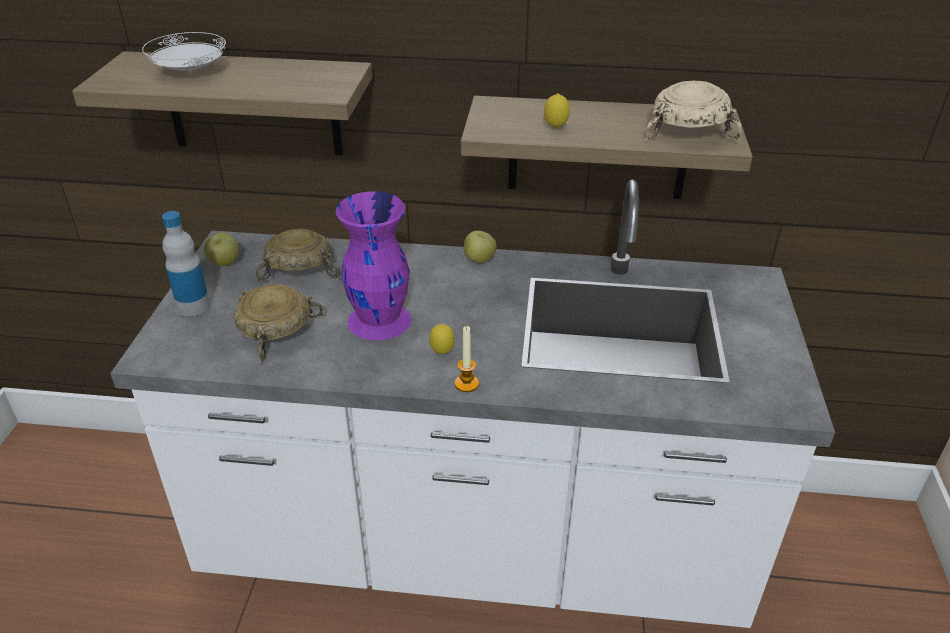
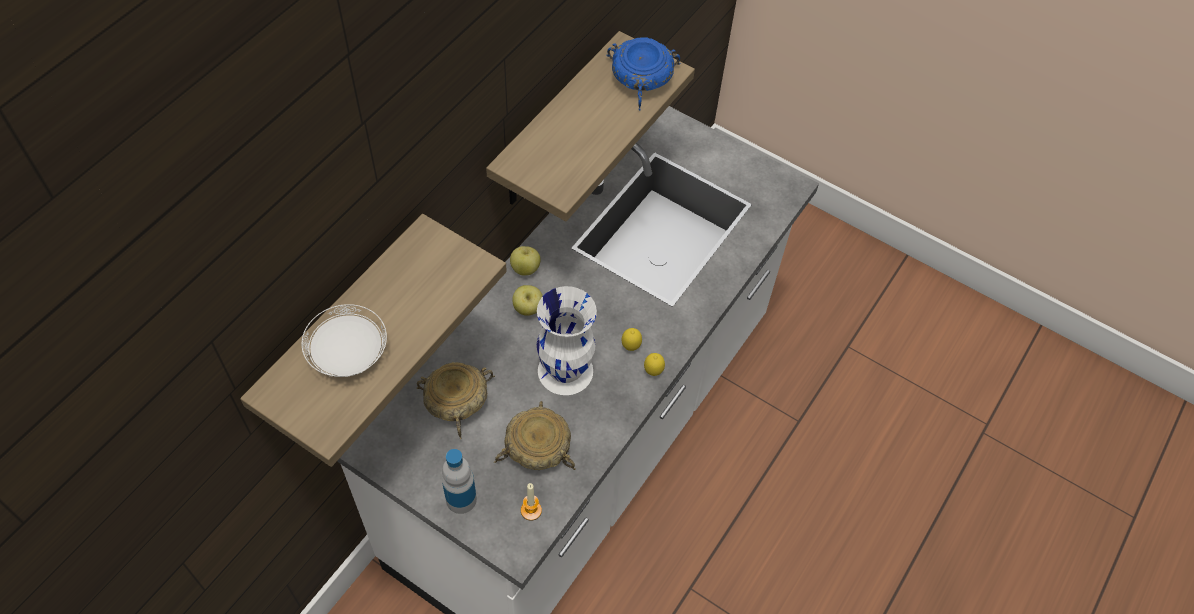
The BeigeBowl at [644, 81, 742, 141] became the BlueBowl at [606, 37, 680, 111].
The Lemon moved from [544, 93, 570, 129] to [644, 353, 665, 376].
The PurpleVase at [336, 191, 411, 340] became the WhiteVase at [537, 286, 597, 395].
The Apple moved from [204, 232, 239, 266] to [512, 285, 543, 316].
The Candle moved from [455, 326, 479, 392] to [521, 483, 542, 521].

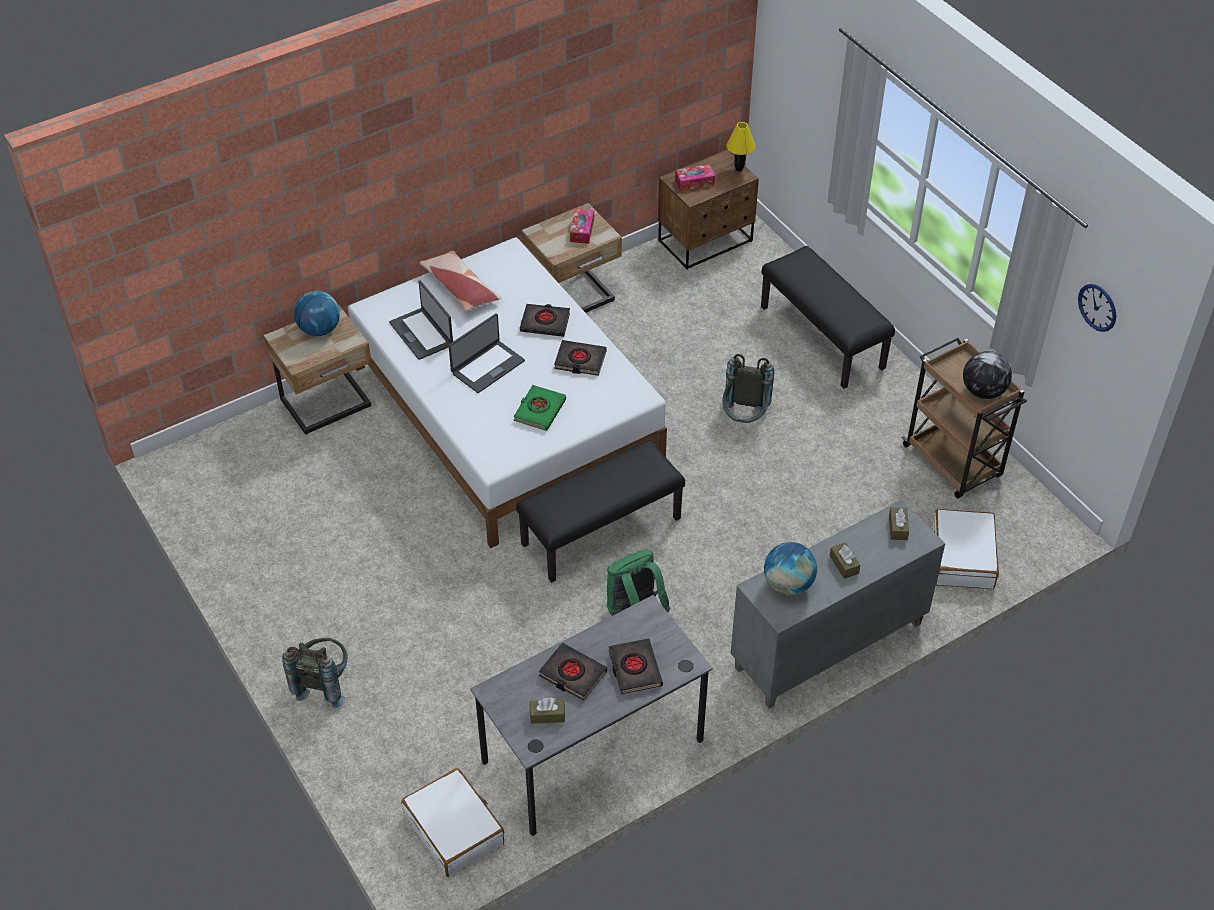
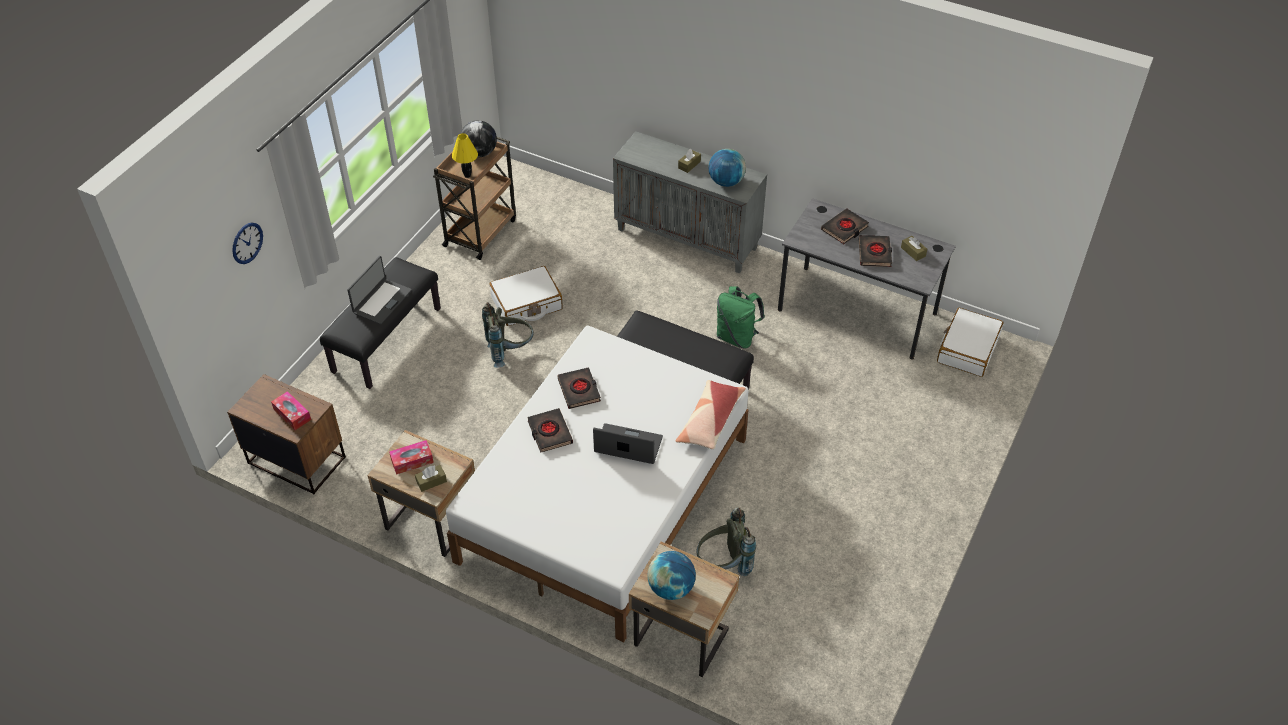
The YellowTableLamp moved from [726, 122, 755, 172] to [452, 133, 478, 178].
The Pillow moved from [419, 251, 502, 311] to [676, 380, 746, 449].
The Laptop moved from [389, 280, 453, 360] to [347, 256, 412, 325].
The WallClock moved from [1078, 284, 1116, 332] to [232, 222, 263, 264].
The GreenBook at [514, 385, 566, 431] disappeared.
The BrownTissueBox moved from [889, 507, 909, 540] to [415, 465, 447, 492].
The WhiteSuitcase moved from [933, 509, 999, 589] to [489, 266, 563, 326].
The GreyBackpack moved from [282, 638, 347, 708] to [696, 507, 756, 576].

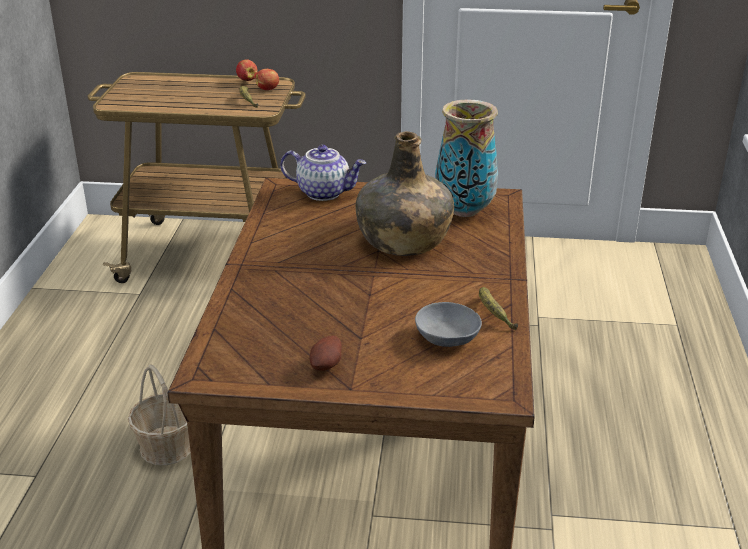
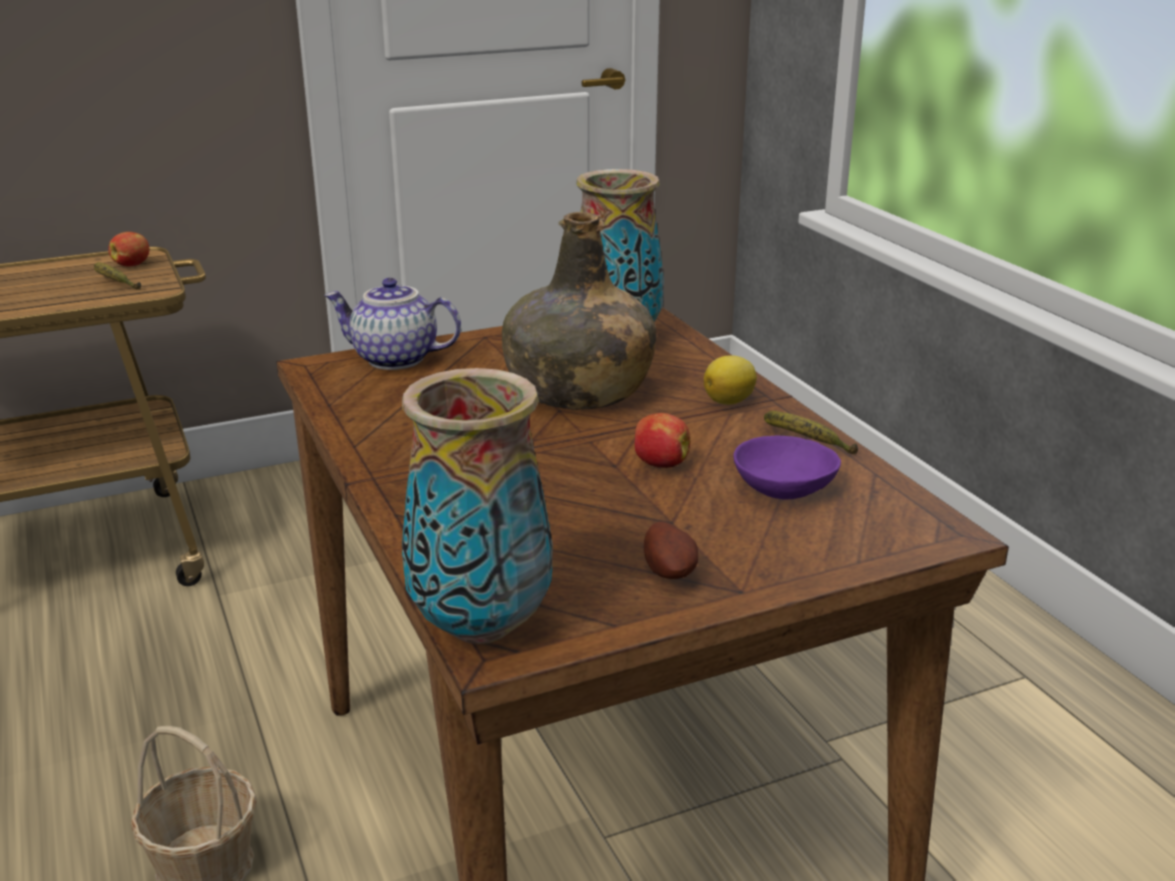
The Apple moved from [236, 59, 257, 81] to [635, 413, 690, 468].
The Teapot at [280, 145, 366, 201] turned 150 degrees counterclockwise.
The GreyBowl at [415, 302, 482, 347] became the PurpleBowl at [733, 436, 841, 500].
The Lemon at [704, 355, 757, 405] appeared.
The Vase at [402, 368, 553, 644] appeared.

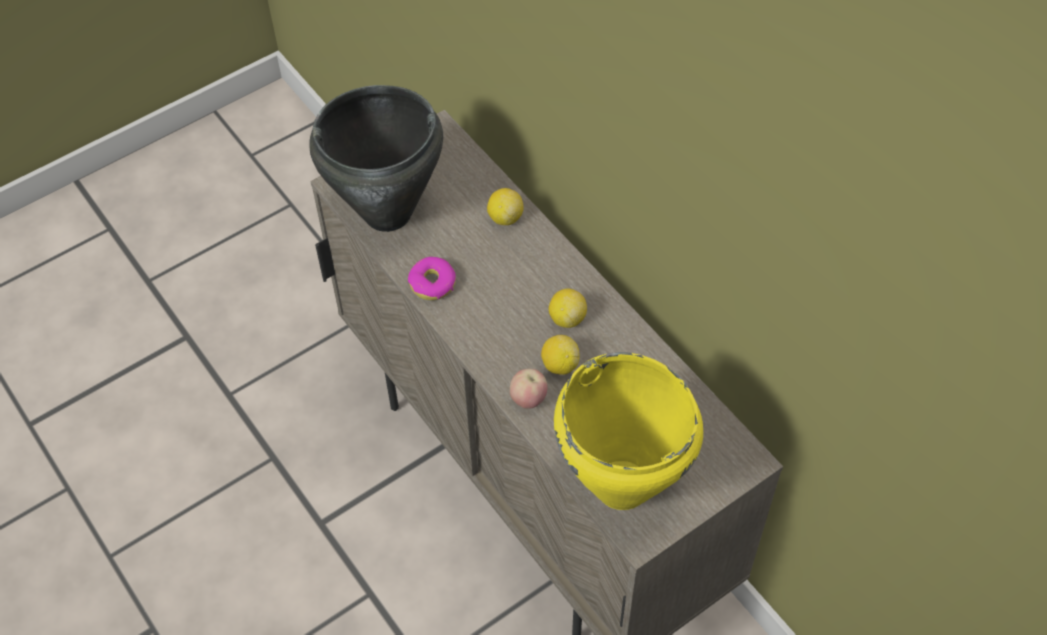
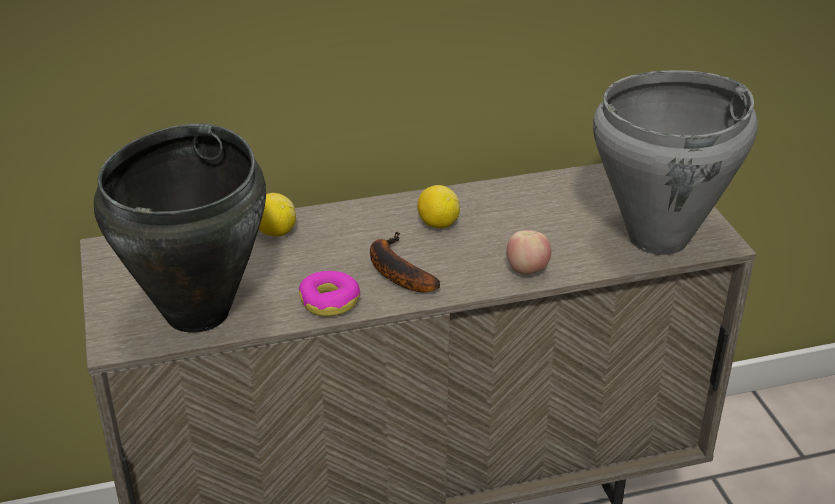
The Lemon at [541, 335, 580, 375] disappeared.
The YellowCookingPot at [554, 352, 703, 510] became the GreyCookingPot at [593, 70, 758, 255].
The Banana at [370, 231, 440, 292] appeared.

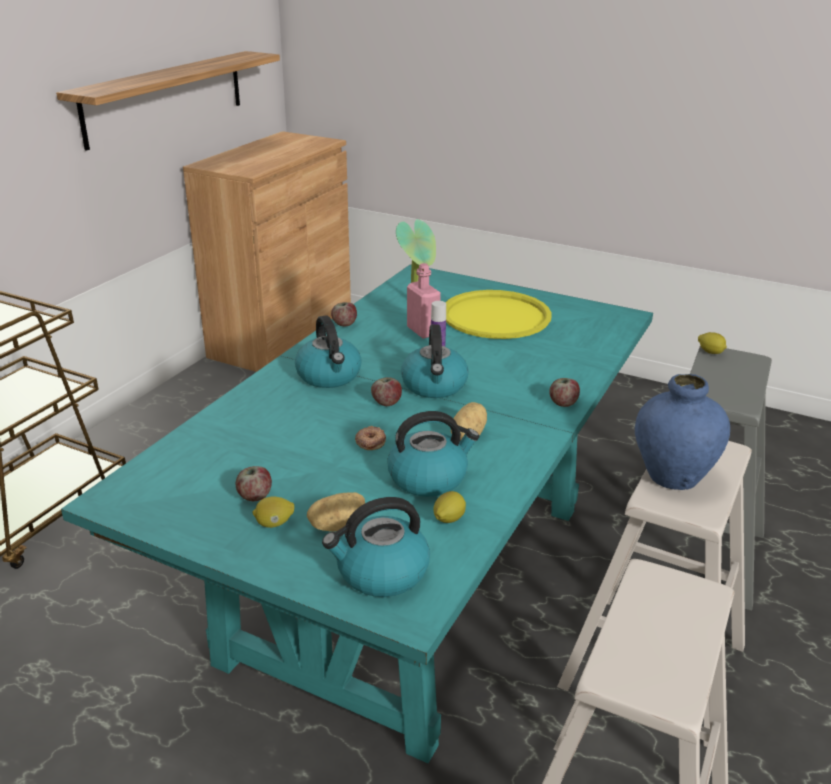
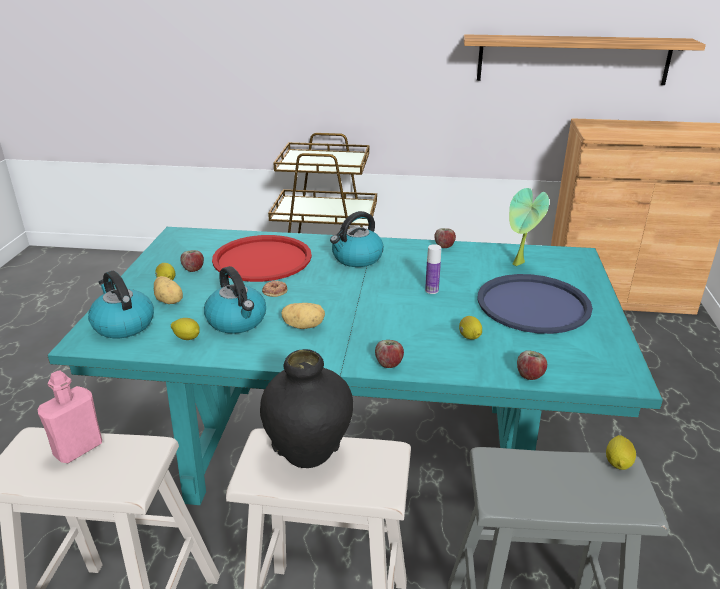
The PinkBottle moved from [407, 263, 441, 338] to [37, 370, 102, 463].
The YellowTray at [445, 290, 552, 339] became the BlueTray at [478, 274, 593, 334].
The Kettle at [401, 324, 468, 398] disappeared.
The BlueVase at [635, 374, 730, 490] became the BlackVase at [260, 349, 353, 468].
The Apple moved from [371, 377, 402, 406] to [517, 350, 547, 380].
The RedTray at [212, 235, 312, 282] appeared.
The Lemon at [459, 316, 482, 340] appeared.

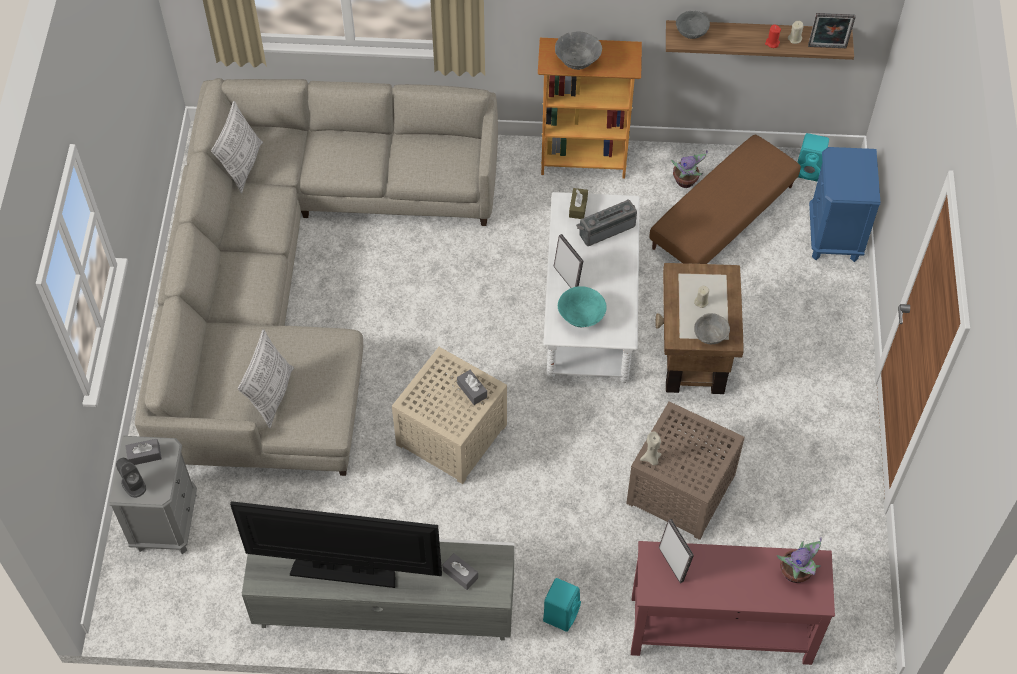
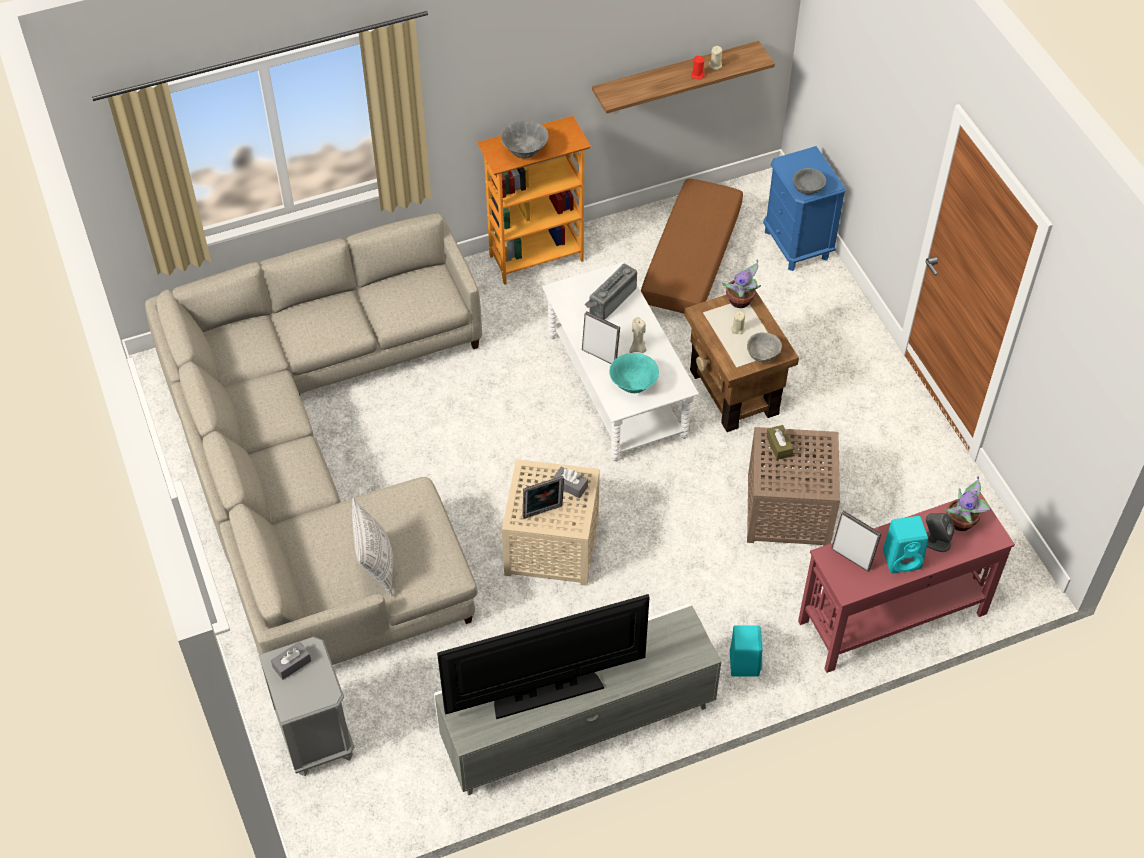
The GreyBowl moved from [676, 11, 710, 39] to [793, 168, 826, 195].
The PictureFrame moved from [808, 13, 856, 49] to [522, 476, 564, 519].
The Pillow at [211, 101, 263, 193] disappeared.
The TurquoiseSpeaker moved from [797, 133, 829, 182] to [883, 516, 928, 573].
The PottedPlant moved from [671, 150, 707, 188] to [722, 259, 761, 308].
The BrownTissueBox moved from [569, 188, 588, 219] to [766, 425, 793, 460].
The BeigeCandle moved from [640, 432, 661, 465] to [629, 317, 646, 353].
The GreySpeaker moved from [116, 458, 146, 498] to [926, 513, 955, 552].
The GreyTissueBox at [442, 553, 478, 590] disappeared.

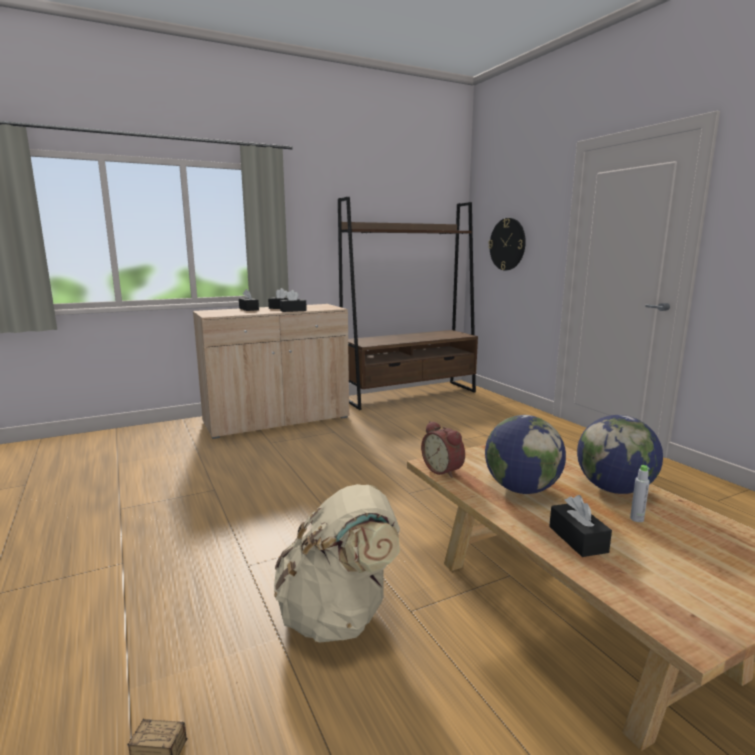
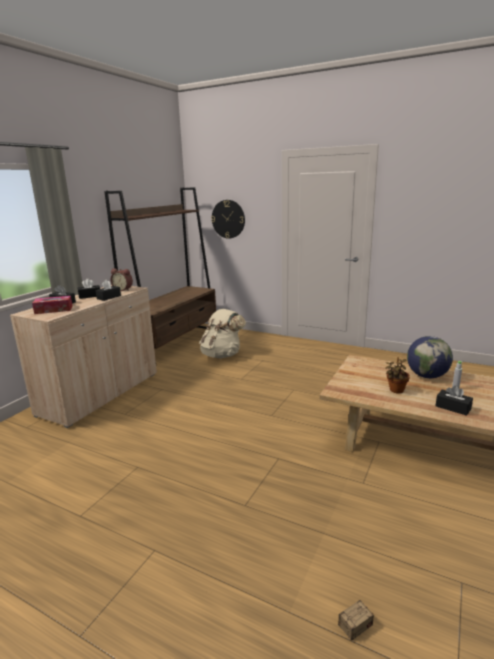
The Globe at [485, 415, 566, 494] was replaced by the PottedPlant at [385, 357, 410, 393].
The AlarmClock moved from [421, 421, 465, 478] to [110, 268, 133, 291].
The BeigeBackpack moved from [274, 484, 400, 643] to [199, 309, 246, 358].
The TissueBox at [32, 296, 73, 314] appeared.

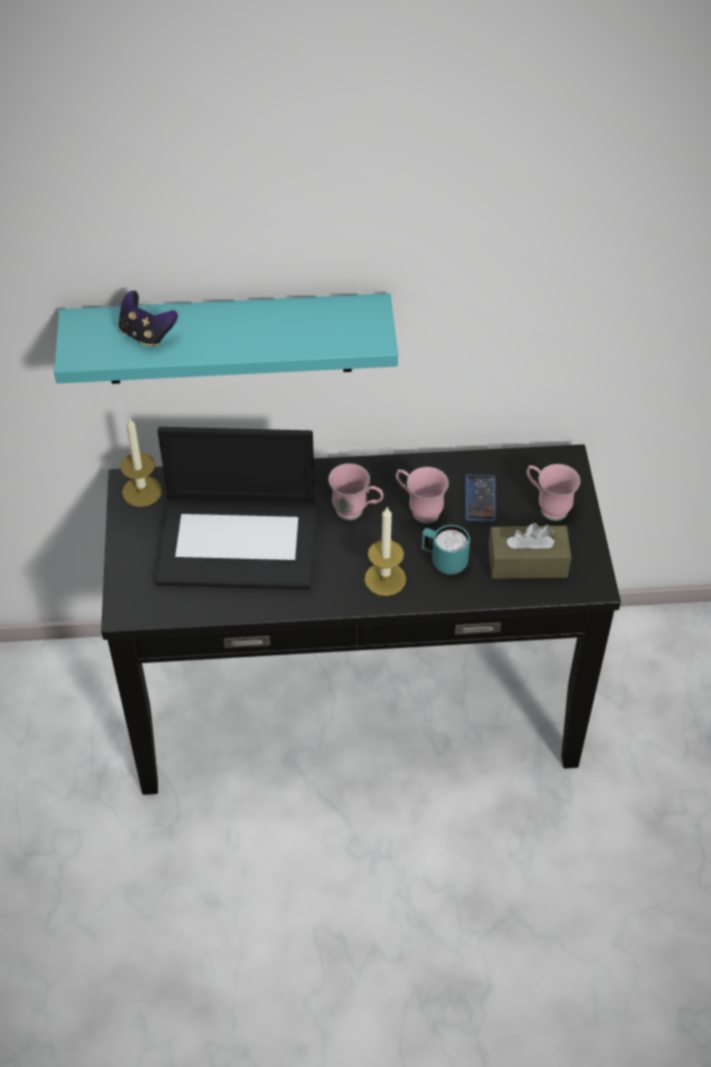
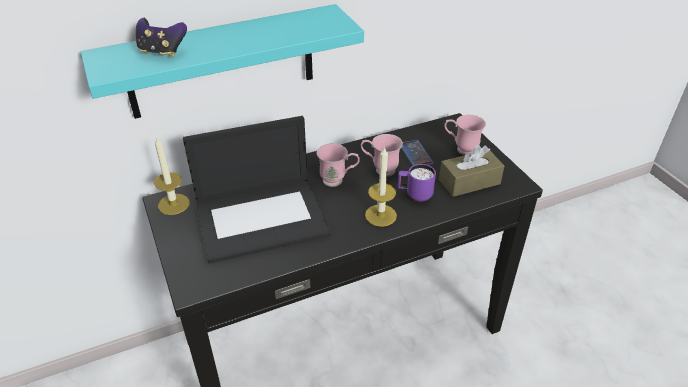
The TurquoiseMug at [422, 525, 470, 575] became the PurpleMug at [398, 164, 436, 202].

